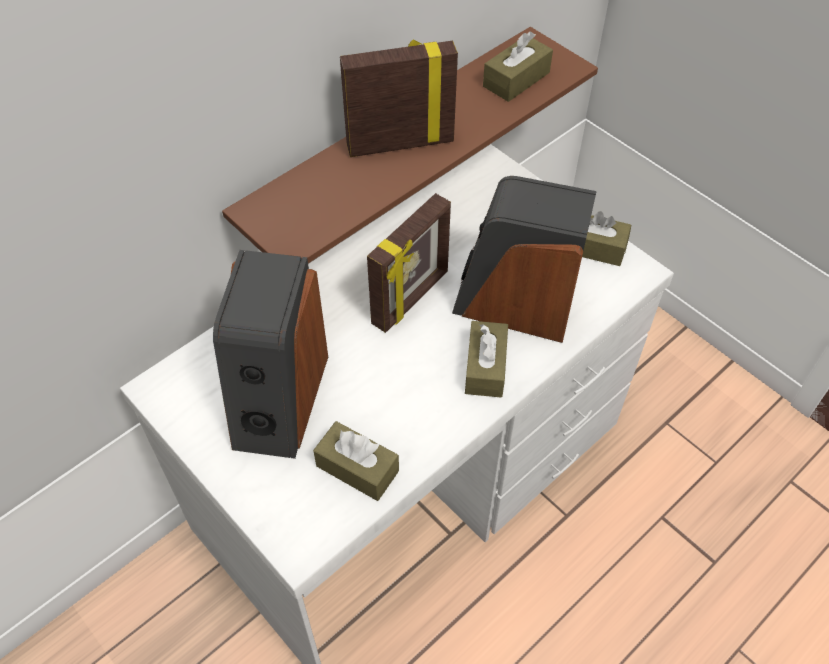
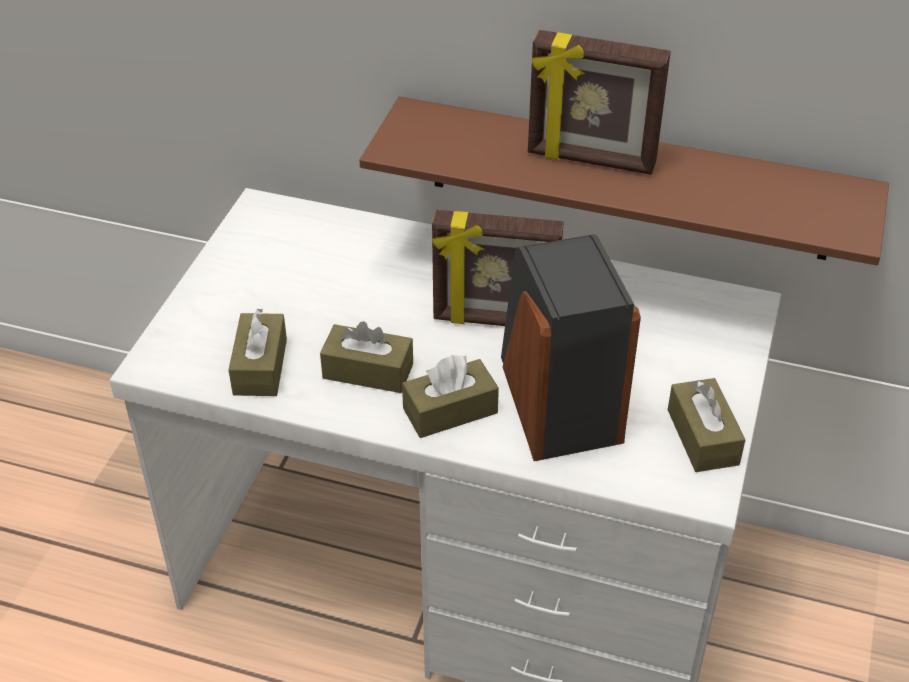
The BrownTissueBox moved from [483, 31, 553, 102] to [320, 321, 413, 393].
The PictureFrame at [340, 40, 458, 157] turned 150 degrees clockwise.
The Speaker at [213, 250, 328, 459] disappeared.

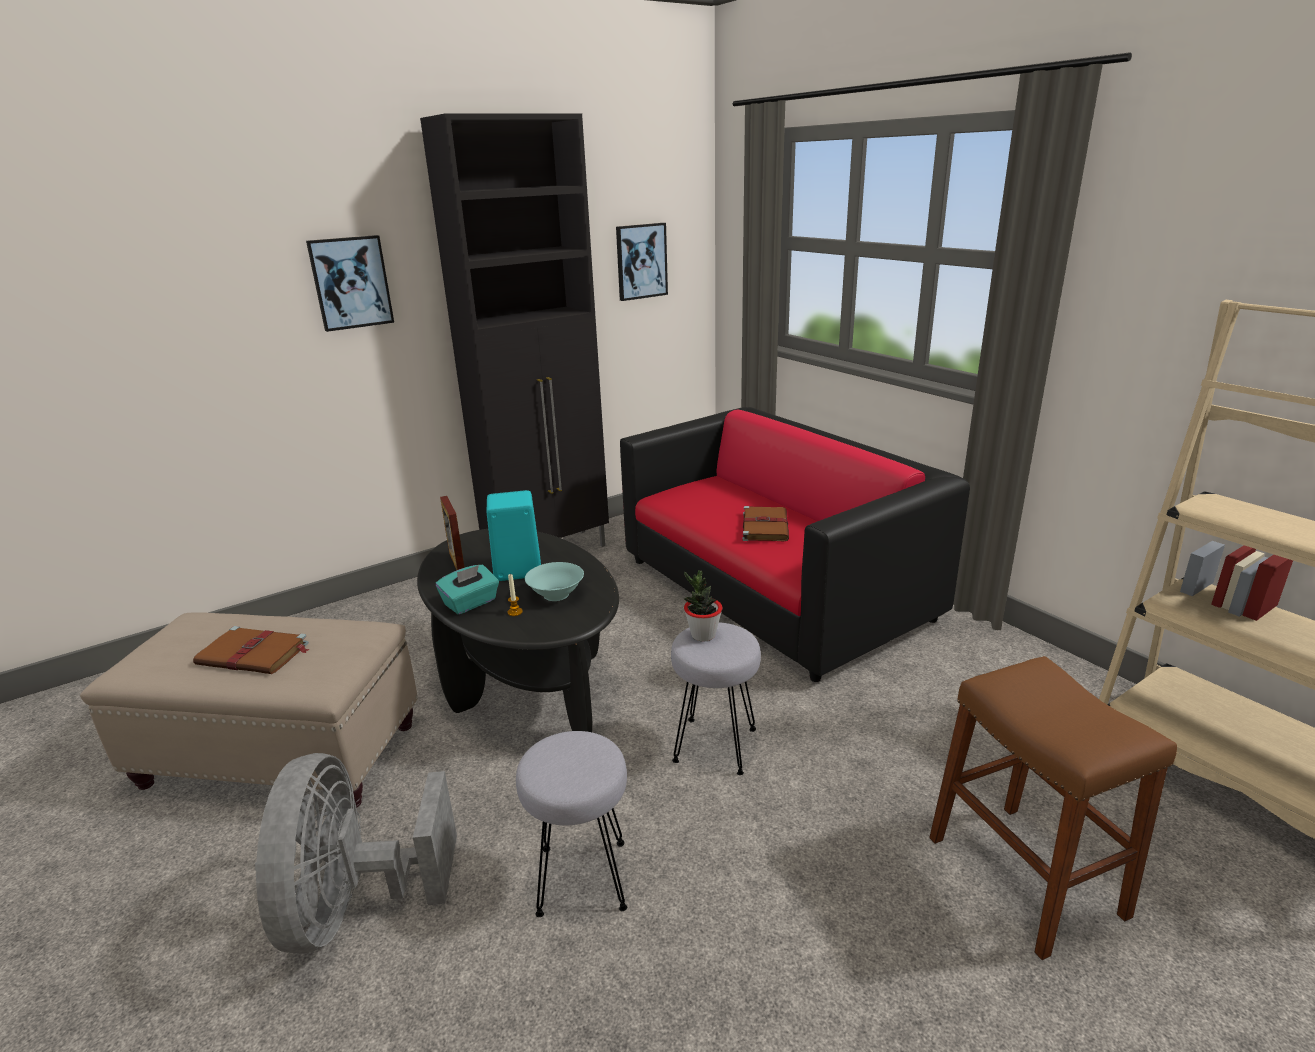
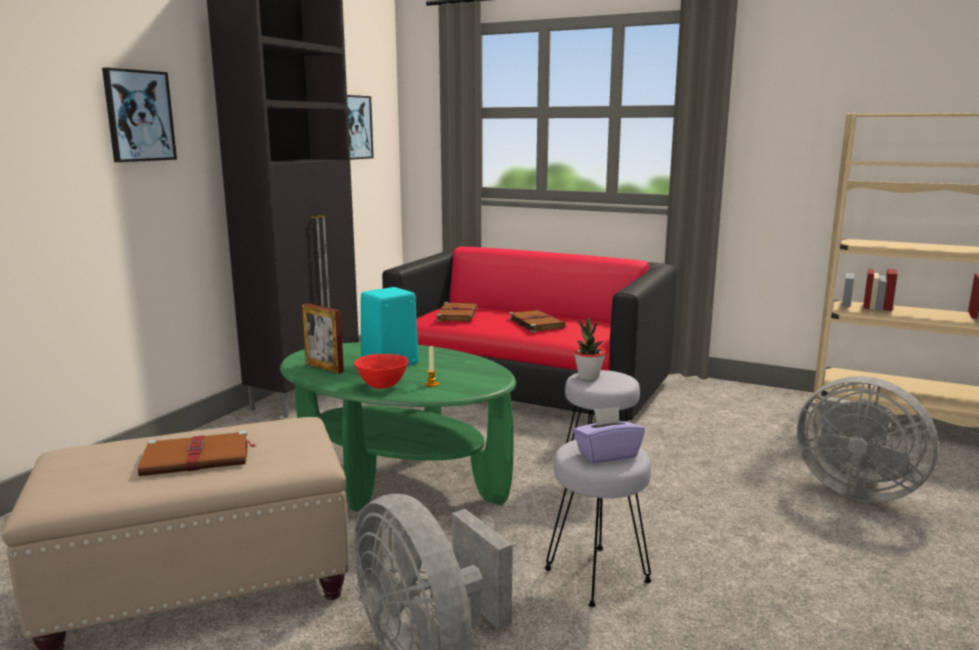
The BlackCoffeeTable at [417, 529, 619, 733] became the GreenCoffeeTable at [280, 342, 516, 512].
The TurquoiseBowl at [525, 562, 584, 601] disappeared.
The TurquoiseTissueBox at [436, 565, 499, 614] was replaced by the RedBowl at [354, 354, 409, 389].
The BrownStool at [929, 656, 1177, 960] was replaced by the GreyFan at [797, 376, 939, 502].
The BrownBook at [436, 302, 478, 322] appeared.
The PurpleTissueBox at [573, 406, 645, 463] appeared.

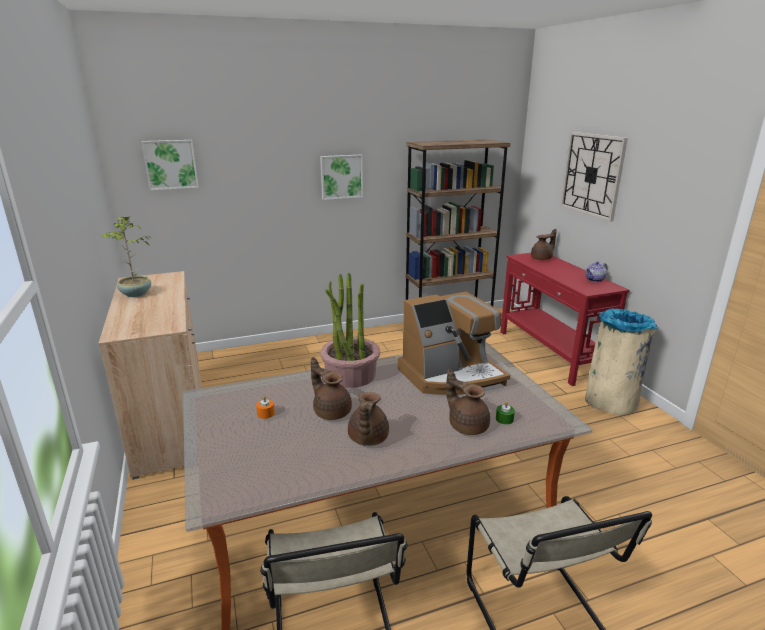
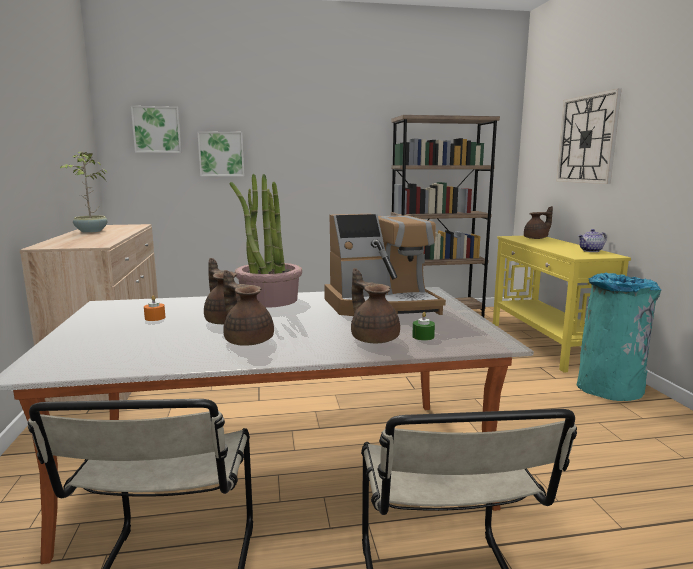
The Picture moved from [320, 155, 363, 200] to [197, 131, 244, 176].
The RedConsoleTable at [500, 253, 630, 386] became the YellowConsoleTable at [493, 236, 631, 372].
The BeigeTrashCan at [585, 308, 658, 415] became the TurquoiseTrashCan at [577, 273, 661, 401].
The BrownTeapot at [348, 392, 389, 446] turned 120 degrees clockwise.

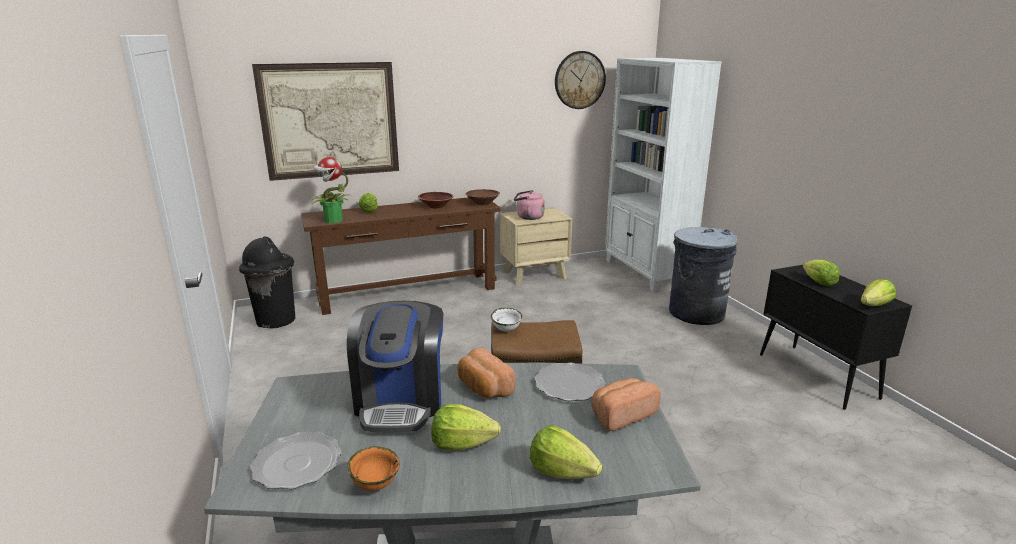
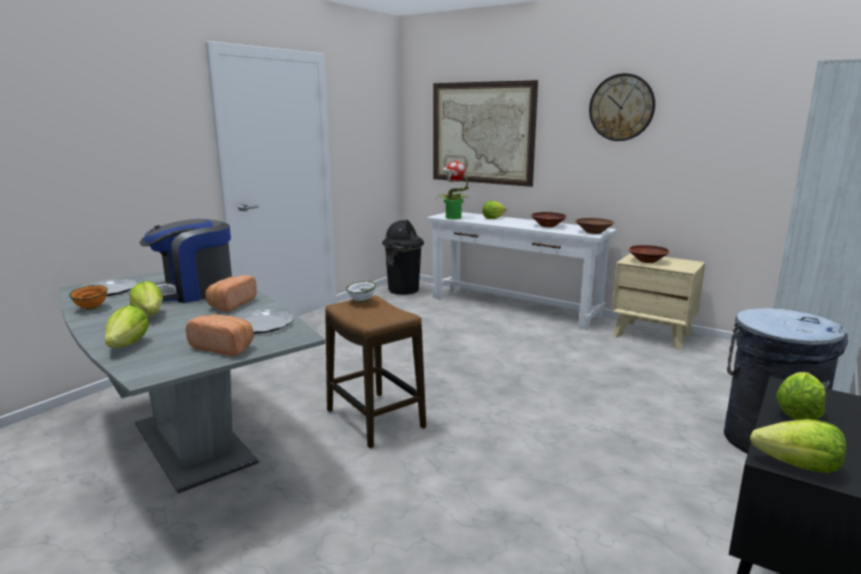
The WallClock moved from [555, 51, 606, 109] to [589, 73, 655, 141].
The PinkKettle at [514, 190, 545, 220] was replaced by the BrownBowl at [628, 245, 670, 263].
The BrownConsoleTable at [301, 197, 500, 315] became the WhiteConsoleTable at [427, 212, 617, 330].

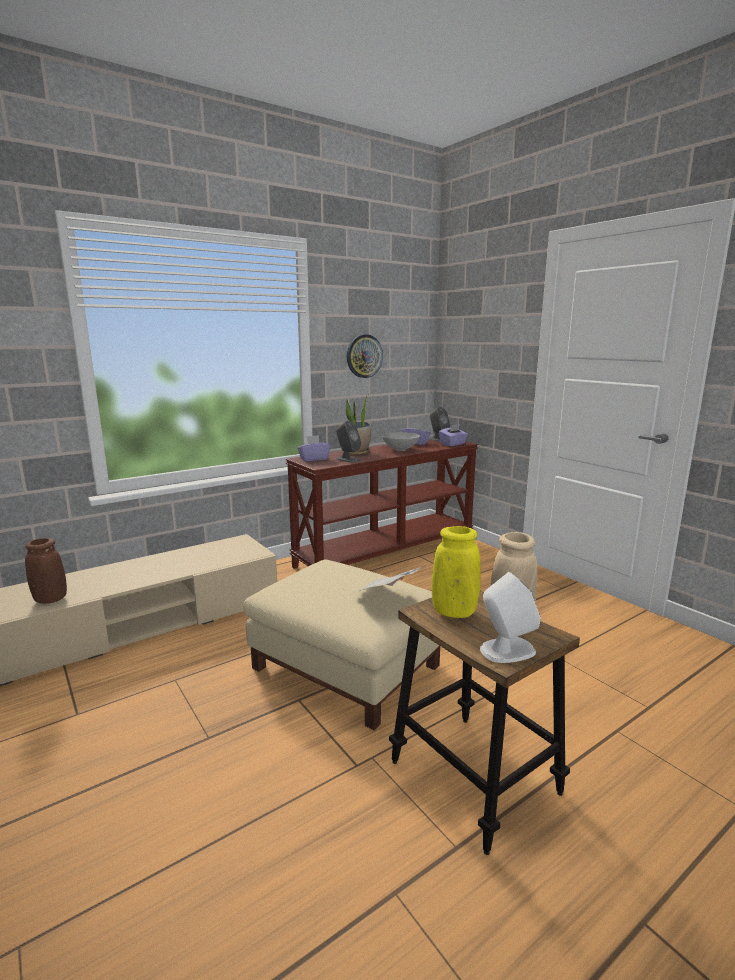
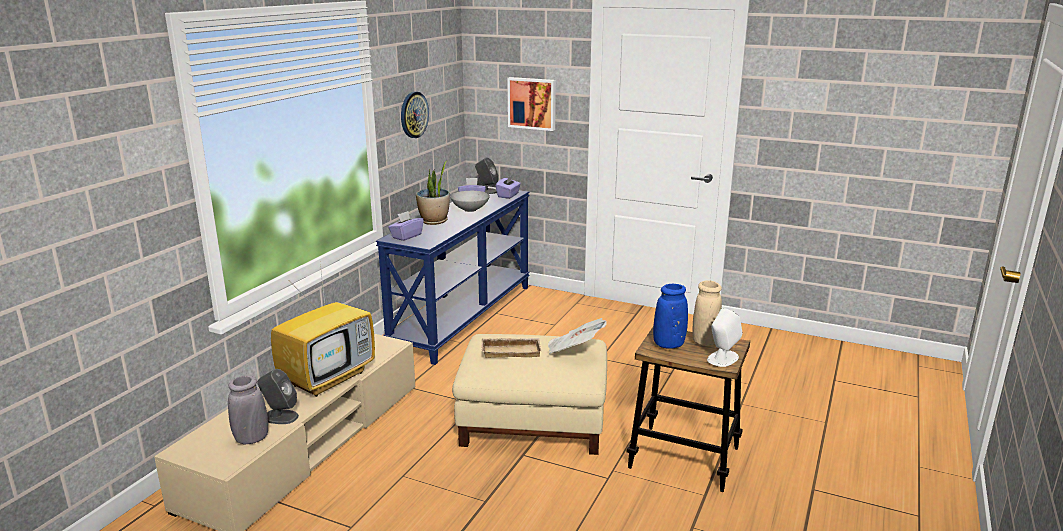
The GreySpeaker moved from [336, 421, 361, 462] to [257, 369, 299, 424].
The BrownConsoleTable at [286, 440, 478, 569] became the BlueConsoleTable at [376, 186, 530, 365].
The YellowVase at [432, 526, 481, 618] became the BlueVase at [653, 284, 688, 349].
The BrownVase at [25, 538, 67, 603] became the GreyVase at [228, 376, 268, 444].
The Picture at [508, 77, 556, 131] appeared.
The Television at [271, 264, 375, 397] appeared.
The BeigeTray at [481, 338, 542, 358] appeared.

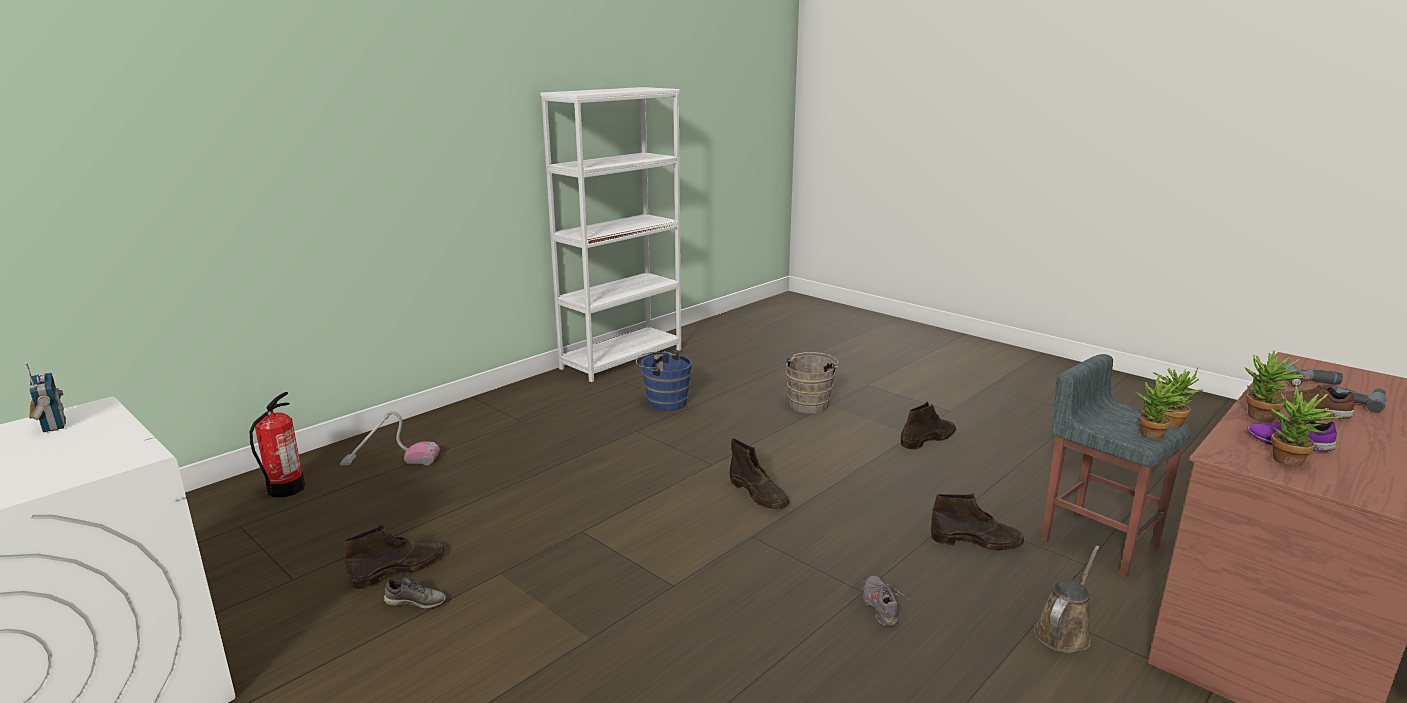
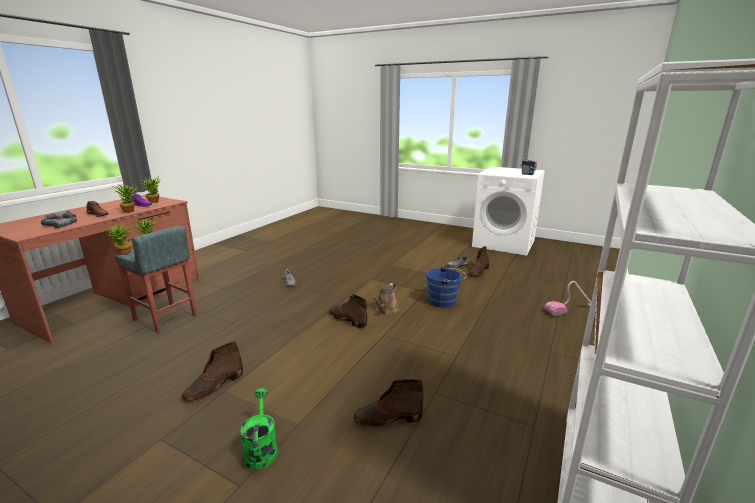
The BlueBucket moved from [636, 351, 692, 411] to [426, 266, 466, 307].
The BrownBucket at [785, 352, 839, 414] disappeared.
The FireExtinguisher at [249, 392, 305, 498] disappeared.
The BrownBoot moved from [931, 493, 1024, 550] to [353, 379, 424, 428].
The BrownWateringCan moved from [1033, 546, 1100, 653] to [372, 283, 399, 315].
The GreenWateringCan at [240, 388, 278, 470] appeared.

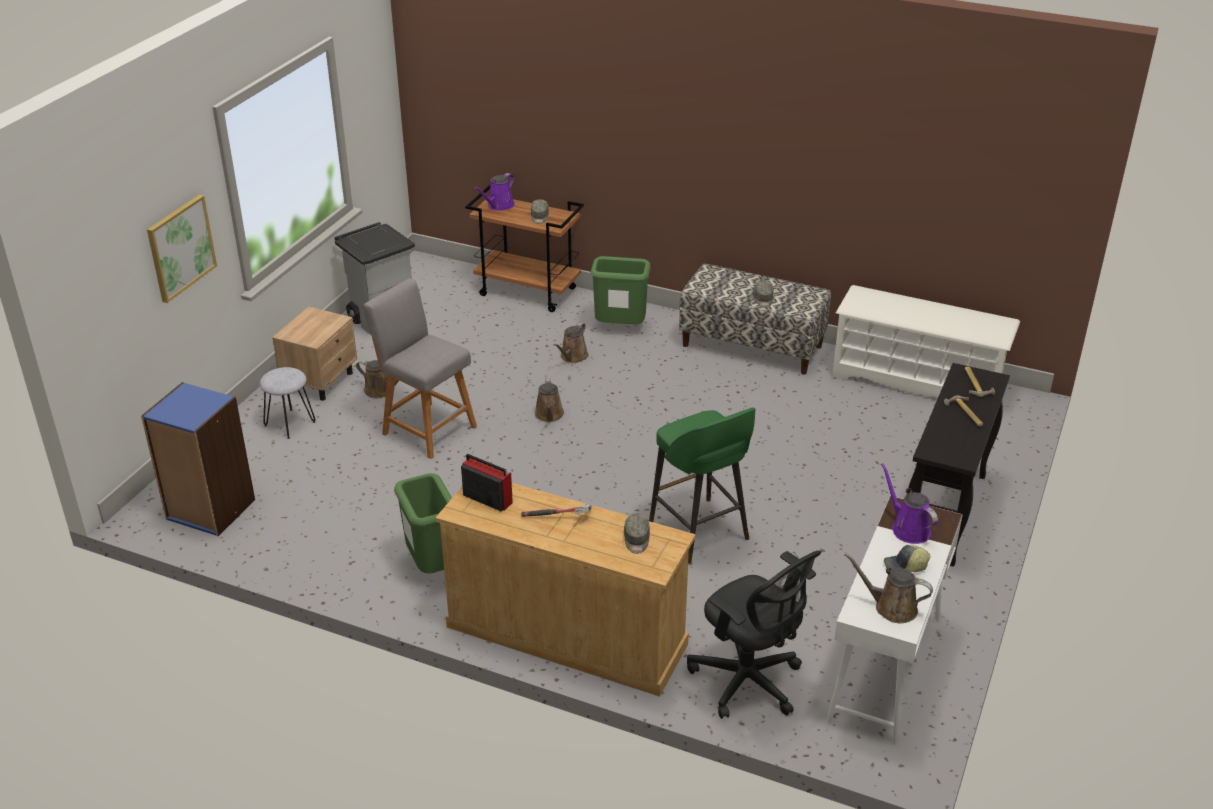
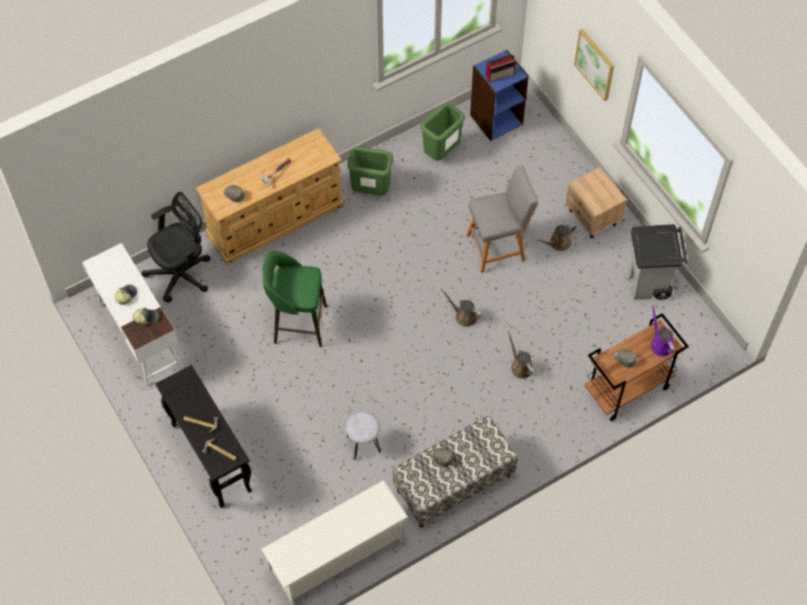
The GreenTrashCan moved from [591, 256, 651, 324] to [421, 103, 465, 161].
The GreyStool moved from [260, 367, 316, 439] to [346, 412, 381, 460].
The Radio moved from [461, 454, 513, 511] to [486, 54, 516, 83].
The PurpleWateringCan at [881, 463, 938, 544] was replaced by the Cap at [132, 308, 159, 325].
The BlackOfficeChair at [687, 550, 822, 719] turned 150 degrees clockwise.
The BrownWateringCan at [844, 553, 933, 623] disappeared.

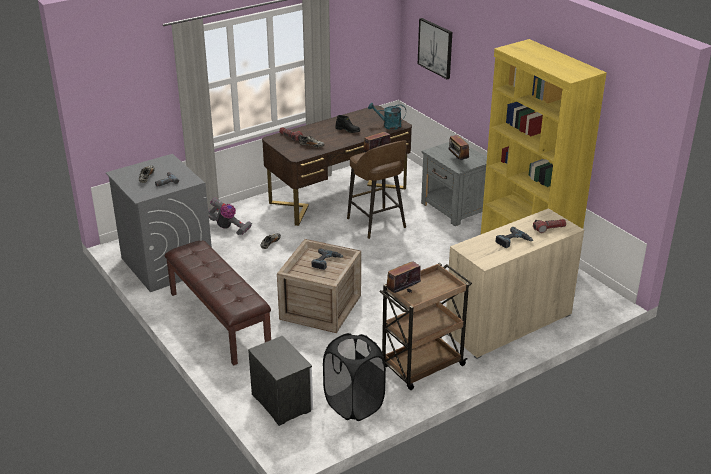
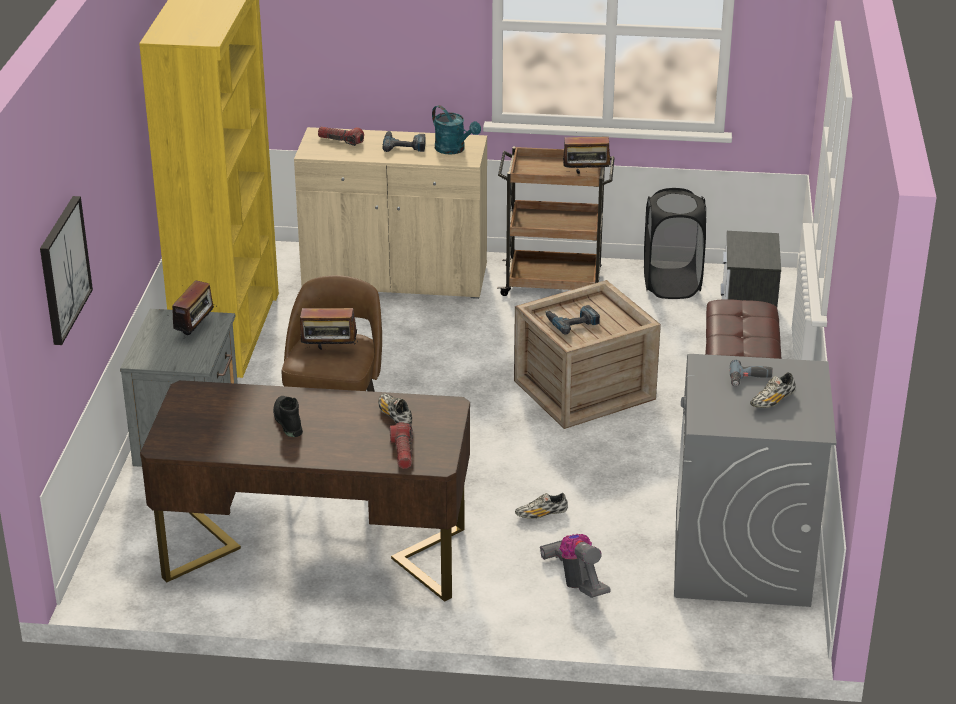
The TurquoiseWateringCan moved from [368, 103, 406, 130] to [432, 105, 481, 155].

